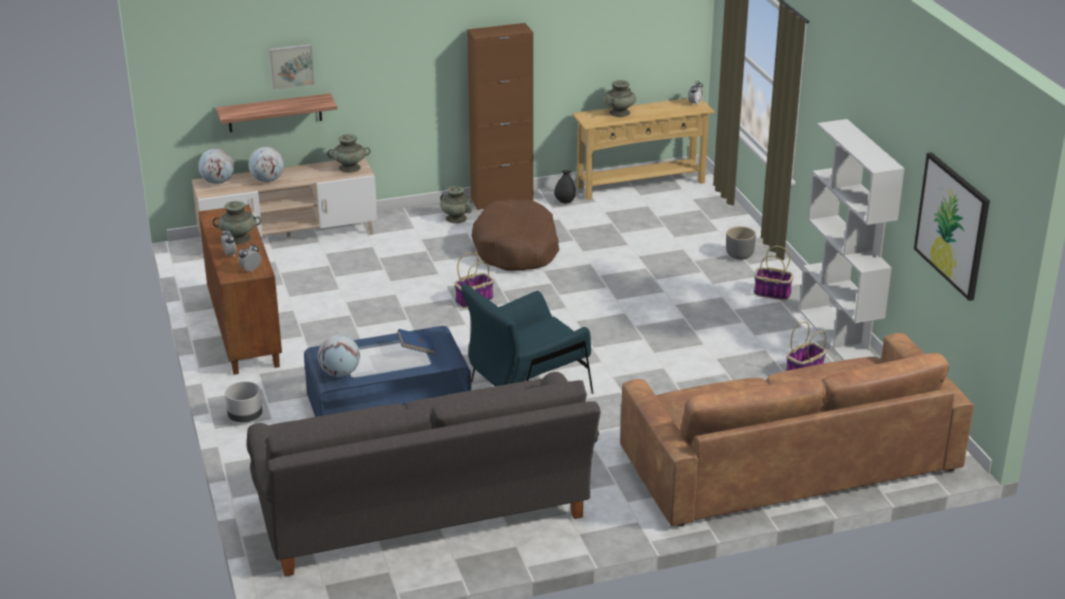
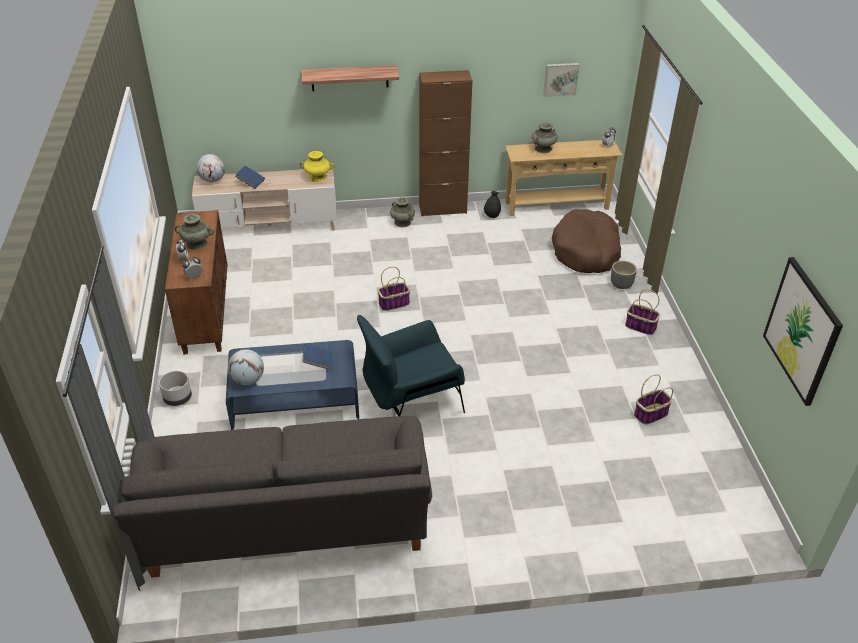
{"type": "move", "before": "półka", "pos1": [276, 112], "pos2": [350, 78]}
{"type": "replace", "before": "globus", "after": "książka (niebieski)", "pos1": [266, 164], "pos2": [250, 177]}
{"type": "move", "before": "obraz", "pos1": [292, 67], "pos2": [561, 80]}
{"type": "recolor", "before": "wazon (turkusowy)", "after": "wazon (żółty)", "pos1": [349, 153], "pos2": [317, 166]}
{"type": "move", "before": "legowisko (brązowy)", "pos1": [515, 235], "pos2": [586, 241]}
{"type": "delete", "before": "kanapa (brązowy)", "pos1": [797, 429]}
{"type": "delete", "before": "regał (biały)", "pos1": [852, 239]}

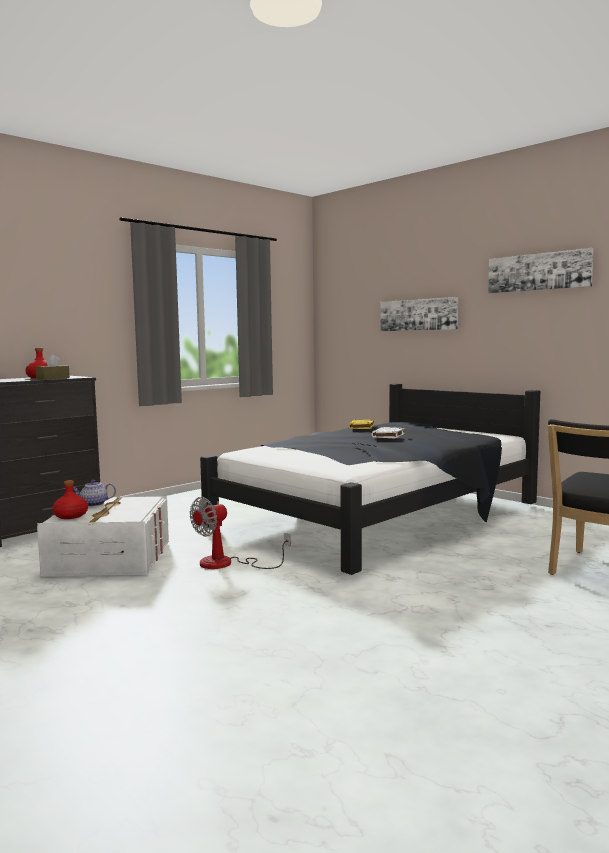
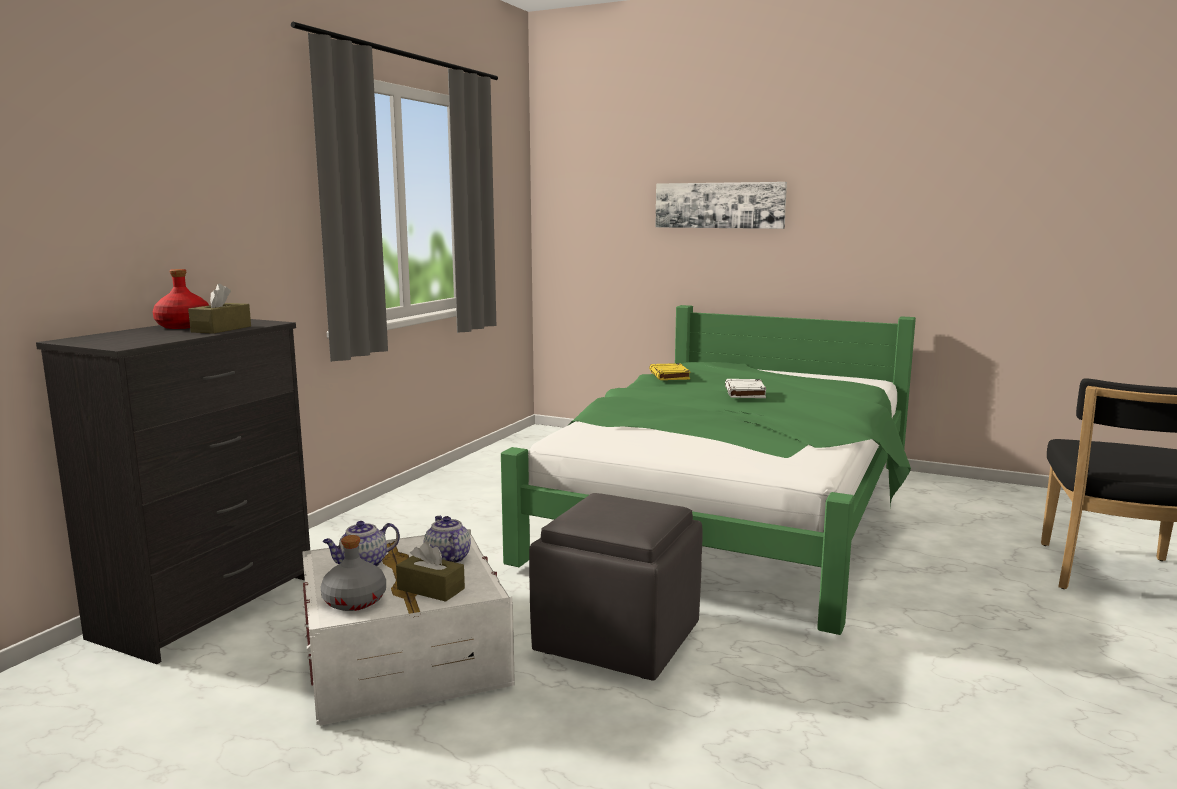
{"type": "recolor", "before": "butelka (czerwony)", "after": "butelka (szary)", "pos1": [70, 499], "pos2": [353, 573]}
{"type": "replace", "before": "wentylator", "after": "pufa (szary)", "pos1": [240, 533], "pos2": [615, 587]}
{"type": "recolor", "before": "łóżko (czarny)", "after": "łóżko (zielony)", "pos1": [370, 479], "pos2": [708, 470]}
{"type": "delete", "before": "obraz", "pos1": [541, 270]}
{"type": "insert", "after": "pudełko chusteczek (brązowy)", "pos2": [430, 571]}
{"type": "insert", "after": "imbryk", "pos2": [447, 539]}

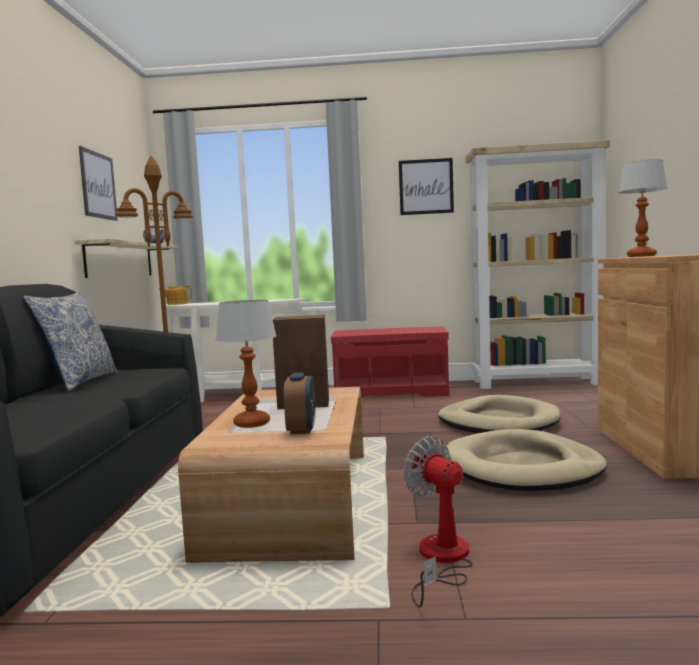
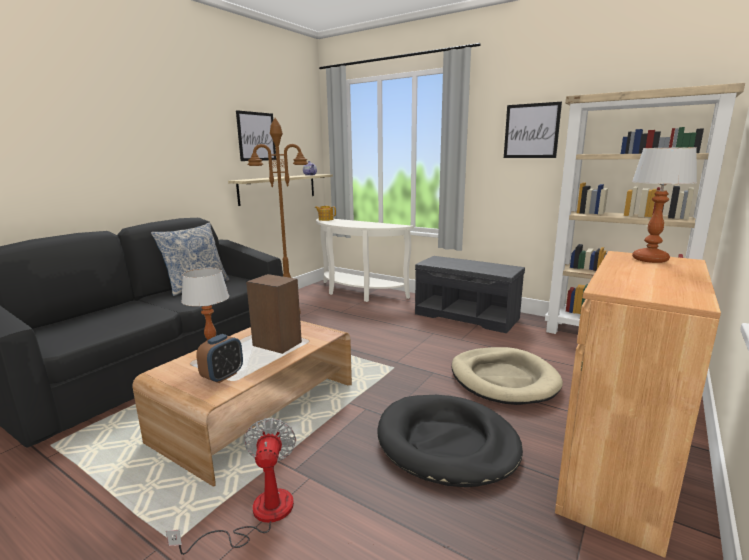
{"type": "recolor", "before": "ławka (czerwony)", "after": "ławka (szary)", "pos1": [390, 362], "pos2": [470, 294]}
{"type": "recolor", "before": "legowisko (beżowy)", "after": "legowisko (czarny)", "pos1": [525, 460], "pos2": [450, 441]}

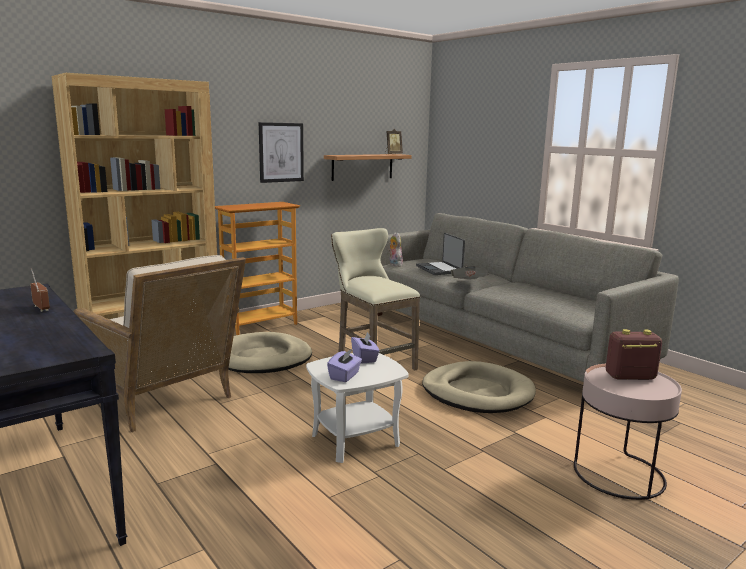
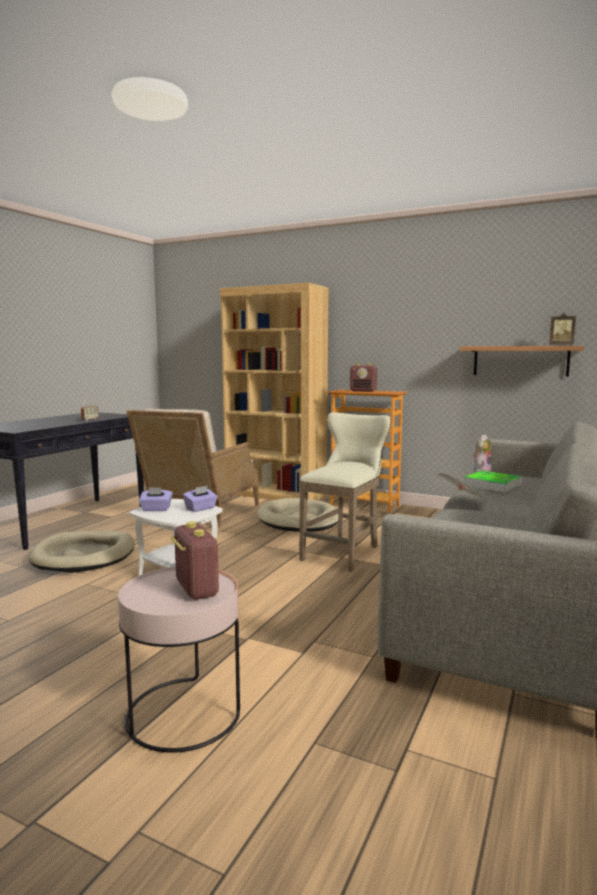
{"type": "delete", "before": "obraz", "pos1": [281, 152]}
{"type": "replace", "before": "laptop", "after": "taca", "pos1": [440, 254], "pos2": [492, 481]}
{"type": "move", "before": "legowisko (beżowy)", "pos1": [479, 387], "pos2": [82, 552]}
{"type": "insert", "after": "radio", "pos2": [363, 377]}

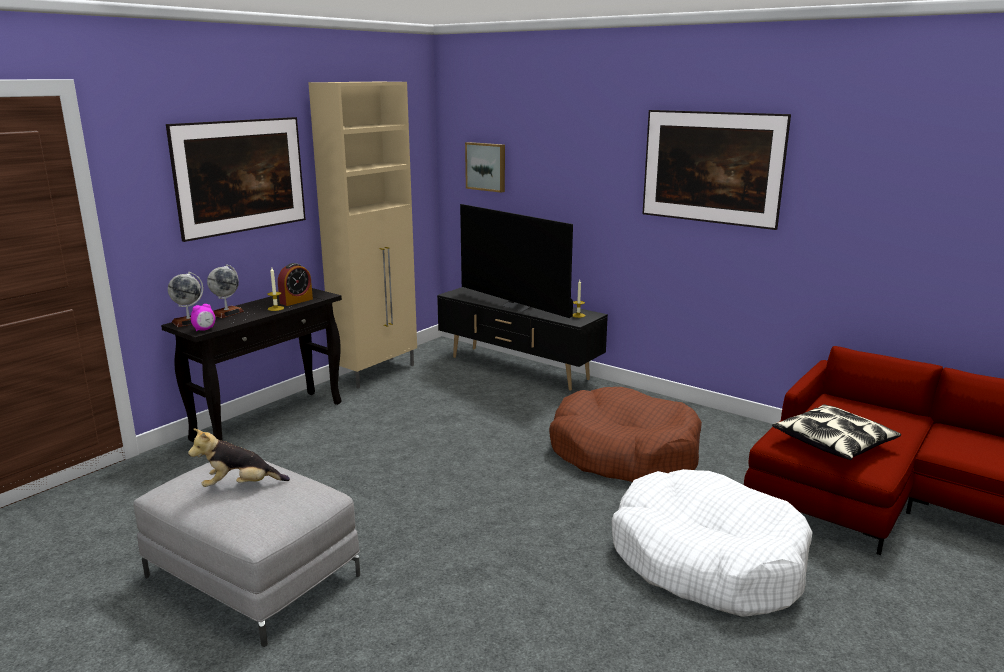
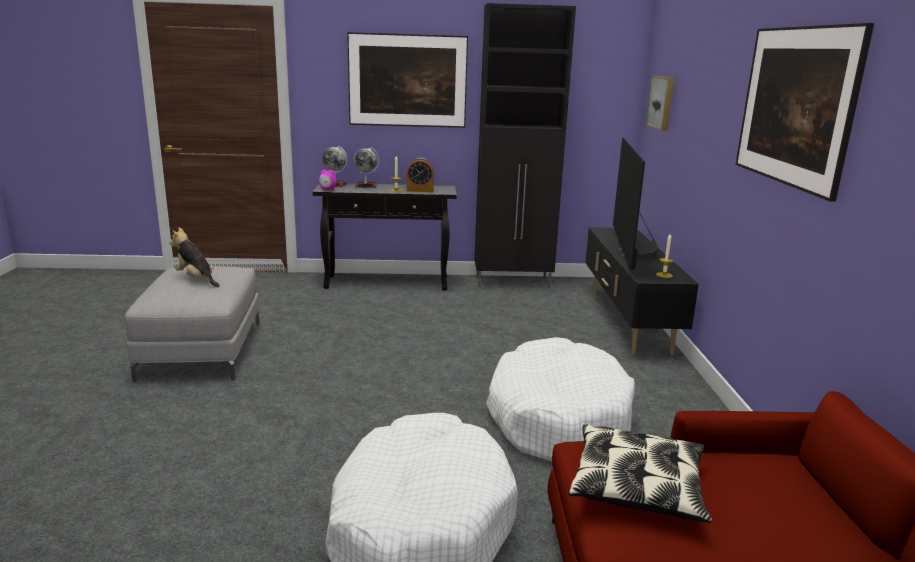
{"type": "recolor", "before": "szafka (beżowy)", "after": "szafka (czarny)", "pos1": [362, 235], "pos2": [525, 145]}
{"type": "recolor", "before": "legowisko (brązowy)", "after": "legowisko (biały)", "pos1": [625, 434], "pos2": [560, 399]}

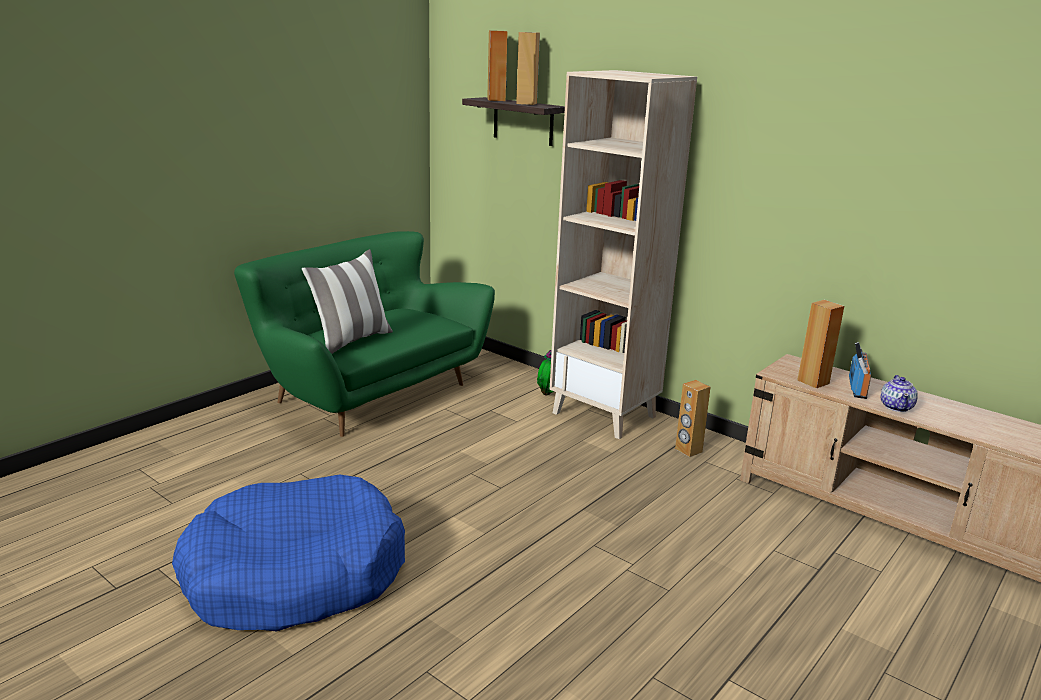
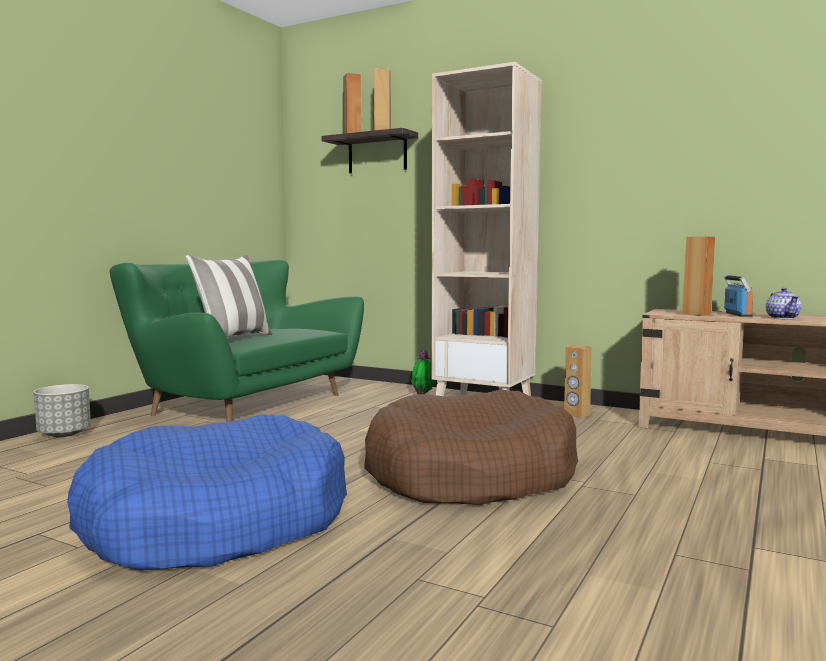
{"type": "insert", "after": "donica (szary)", "pos2": [62, 410]}
{"type": "insert", "after": "legowisko (brązowy)", "pos2": [471, 447]}

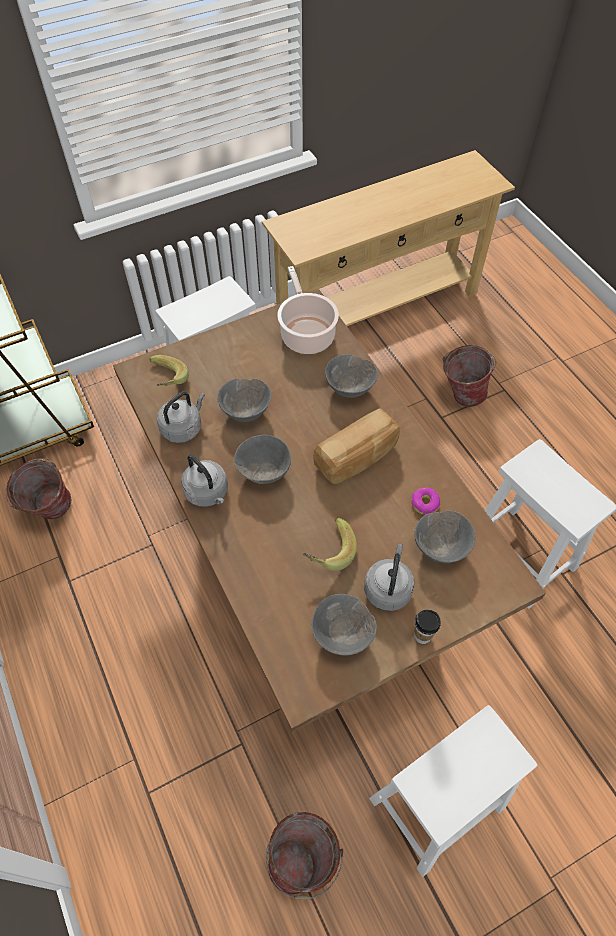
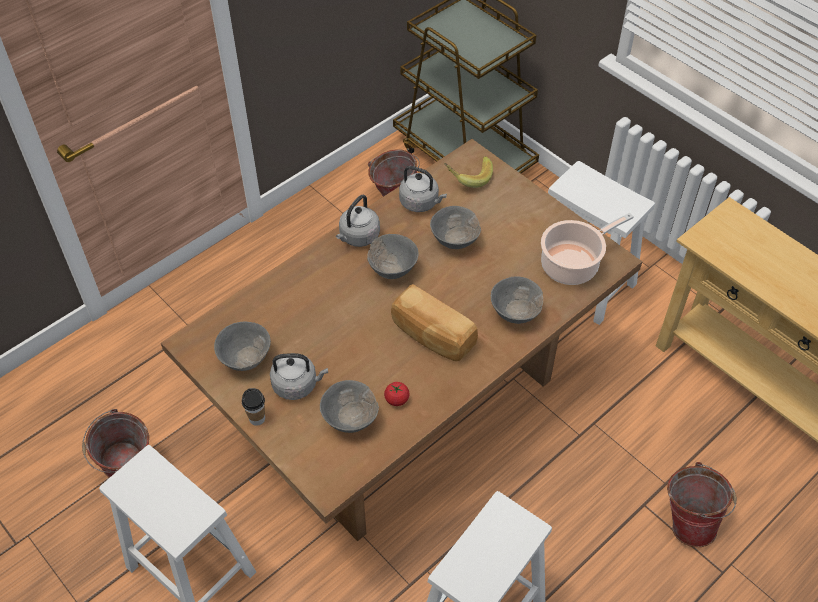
{"type": "delete", "before": "banan", "pos1": [330, 544]}
{"type": "replace", "before": "donut", "after": "pomidor", "pos1": [426, 501], "pos2": [396, 394]}

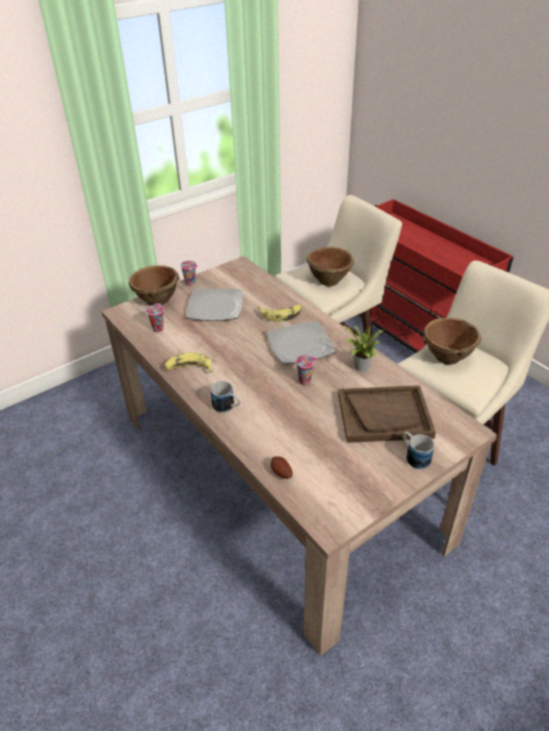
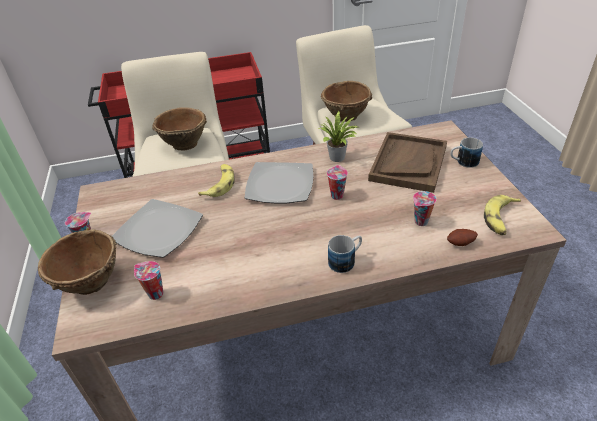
{"type": "move", "before": "banan", "pos1": [188, 362], "pos2": [502, 215]}
{"type": "insert", "after": "filiżanka", "pos2": [425, 208]}

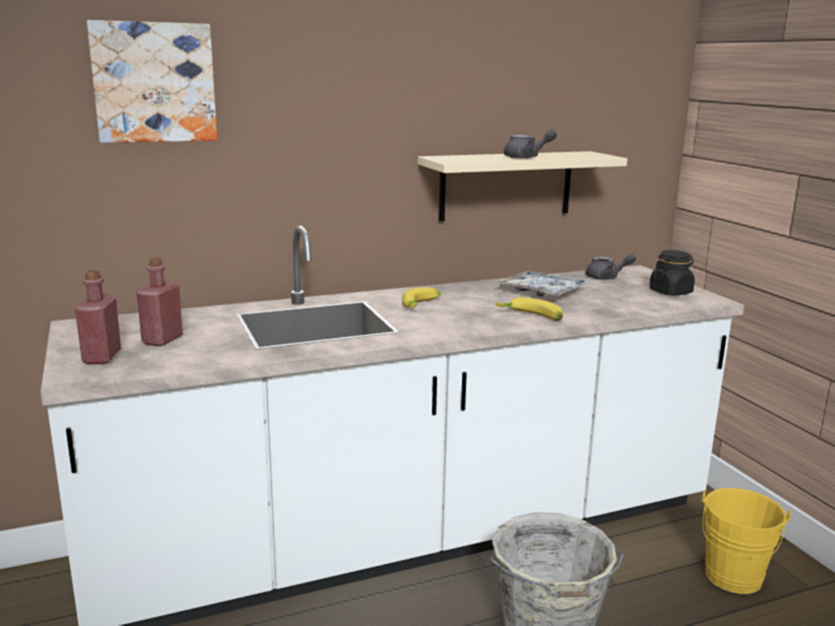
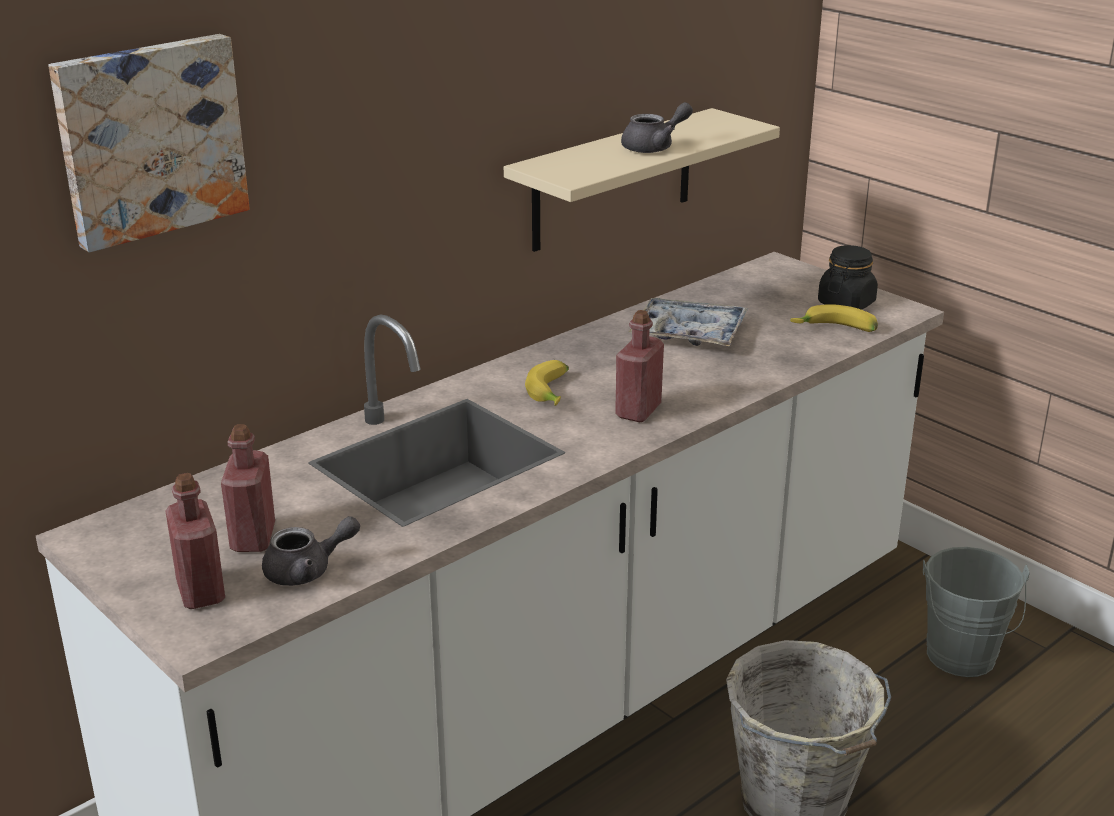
{"type": "move", "before": "banan", "pos1": [529, 309], "pos2": [834, 318]}
{"type": "move", "before": "imbryk (szary)", "pos1": [611, 266], "pos2": [311, 551]}
{"type": "recolor", "before": "wiadro (żółty)", "after": "wiadro (szary)", "pos1": [746, 541], "pos2": [976, 612]}
{"type": "insert", "after": "butelka (czerwony)", "pos2": [639, 366]}

